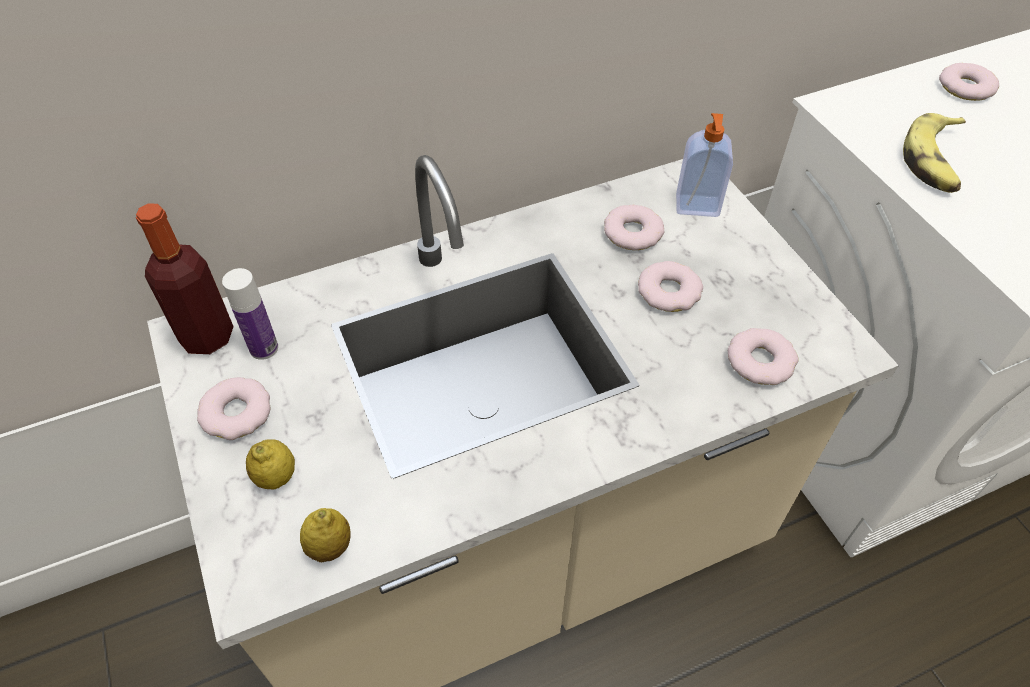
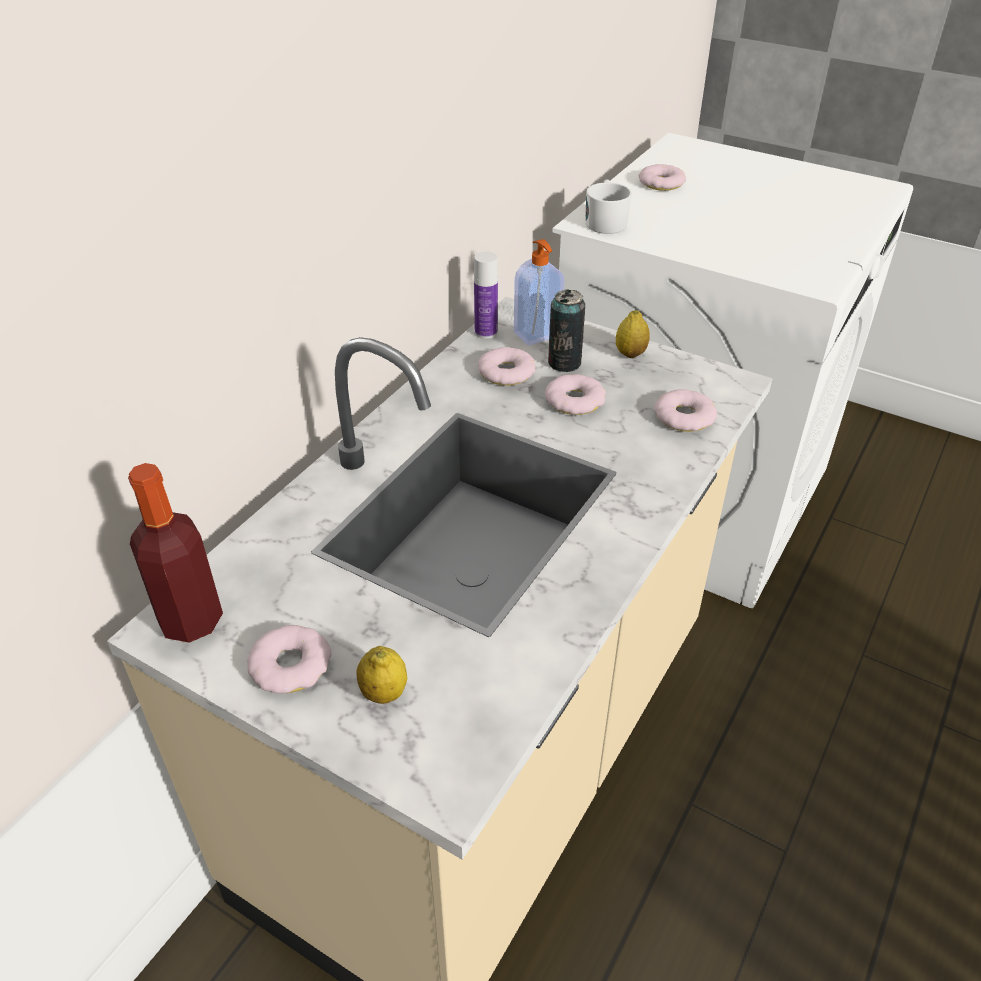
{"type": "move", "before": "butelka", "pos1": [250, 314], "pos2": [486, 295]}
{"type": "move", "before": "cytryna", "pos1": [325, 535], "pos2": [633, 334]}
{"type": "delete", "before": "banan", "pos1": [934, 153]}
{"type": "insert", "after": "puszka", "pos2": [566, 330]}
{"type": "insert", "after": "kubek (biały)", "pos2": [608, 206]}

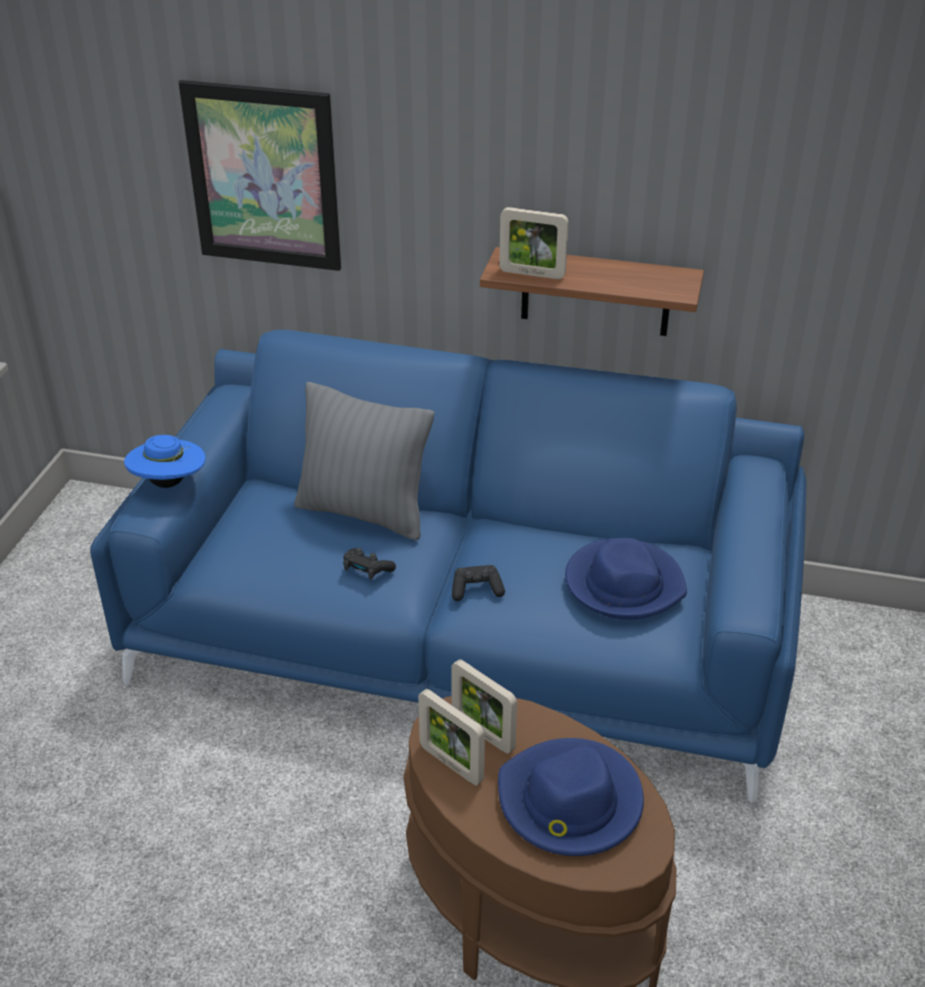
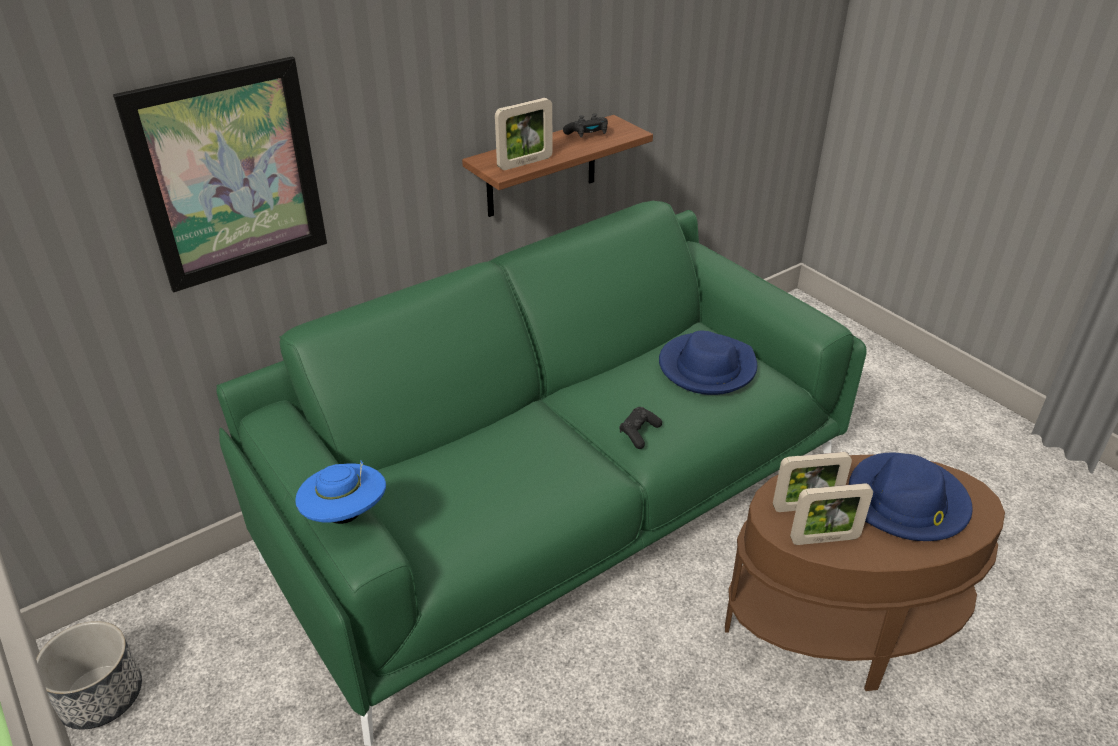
{"type": "recolor", "before": "kanapa (niebieski)", "after": "kanapa (zielony)", "pos1": [448, 566], "pos2": [541, 473]}
{"type": "delete", "before": "poduszka (szary)", "pos1": [364, 461]}
{"type": "move", "before": "pad do gier (czarny)", "pos1": [369, 564], "pos2": [585, 125]}
{"type": "insert", "after": "donica", "pos2": [89, 675]}

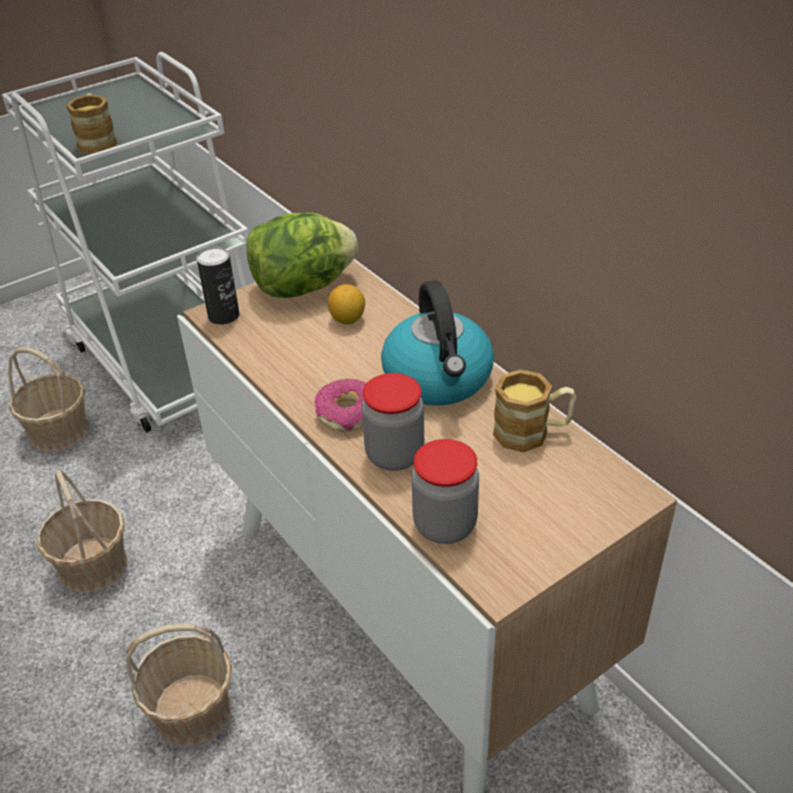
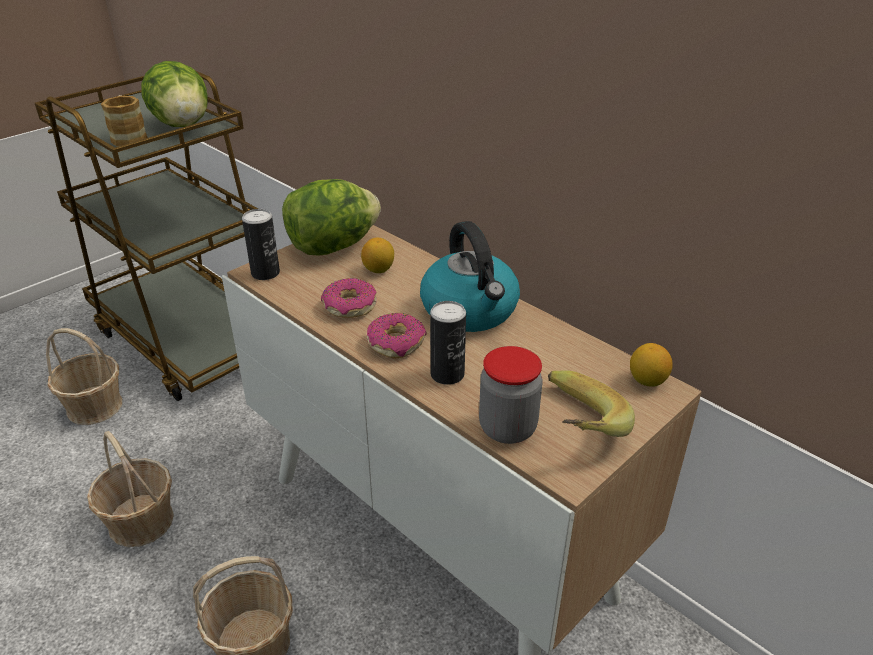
{"type": "recolor", "before": "wózek (biały)", "after": "wózek (brązowy)", "pos1": [125, 242], "pos2": [146, 236]}
{"type": "replace", "before": "słoik", "after": "puszka", "pos1": [393, 422], "pos2": [448, 343]}
{"type": "delete", "before": "kubek", "pos1": [534, 410]}
{"type": "insert", "after": "sałata", "pos2": [174, 94]}
{"type": "insert", "after": "donut", "pos2": [349, 298]}
{"type": "insert", "after": "banan", "pos2": [591, 403]}
{"type": "insert", "after": "cytryna", "pos2": [651, 365]}

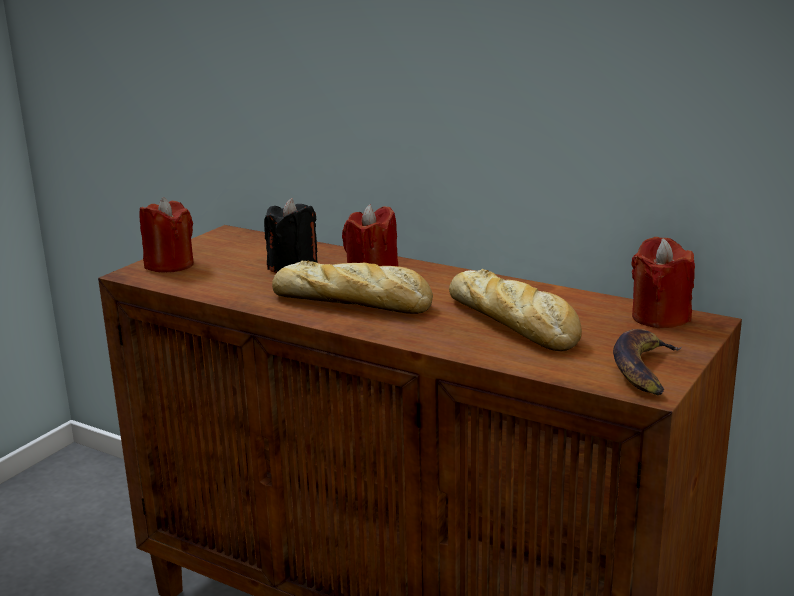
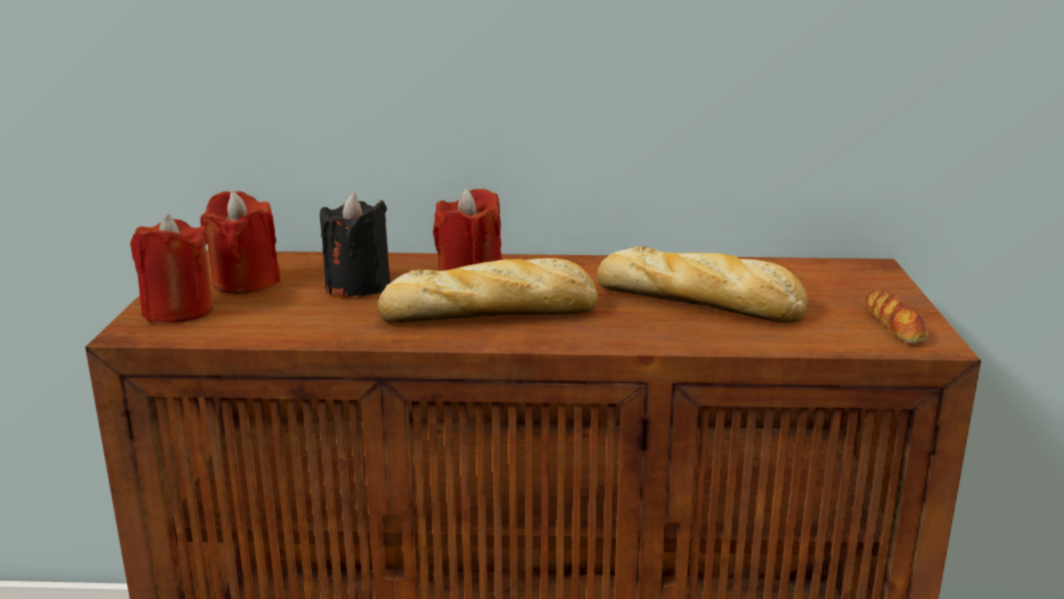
{"type": "replace", "before": "banan", "after": "chleb", "pos1": [647, 362], "pos2": [897, 316]}
{"type": "move", "before": "świeca (czerwony)", "pos1": [663, 282], "pos2": [240, 242]}

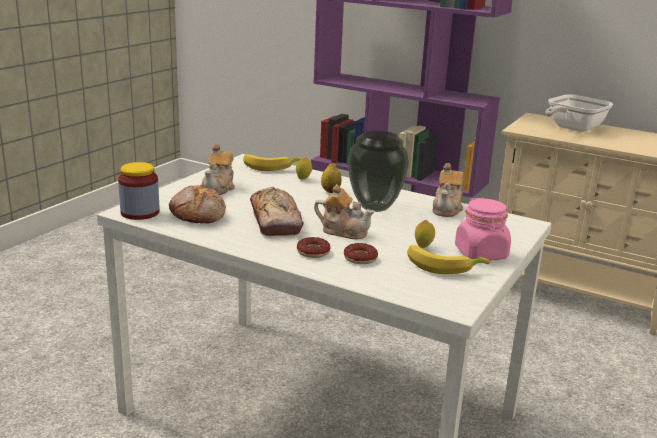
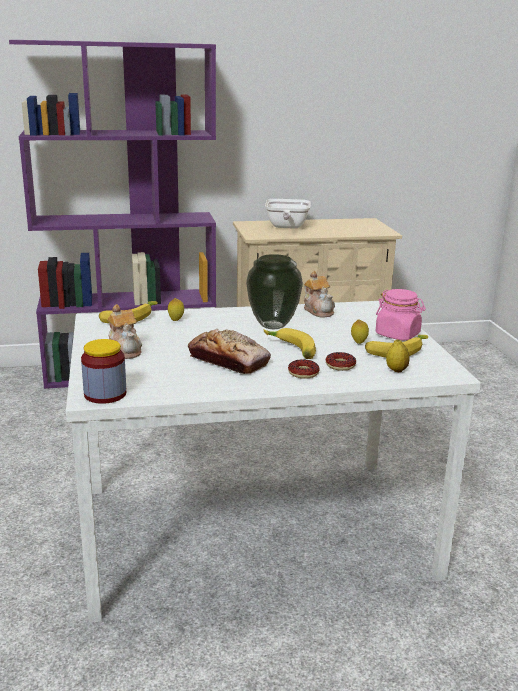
{"type": "delete", "before": "chleb", "pos1": [197, 204]}
{"type": "replace", "before": "imbryk", "after": "banan", "pos1": [344, 211], "pos2": [290, 343]}
{"type": "move", "before": "cytryna", "pos1": [331, 178], "pos2": [398, 356]}

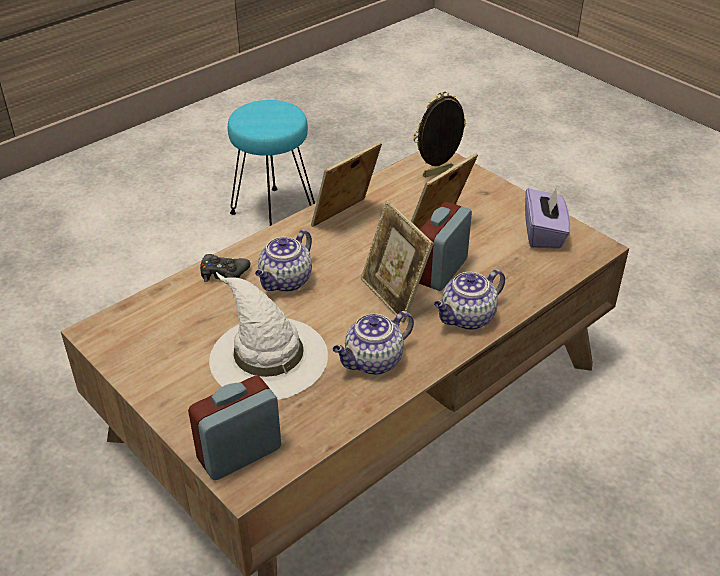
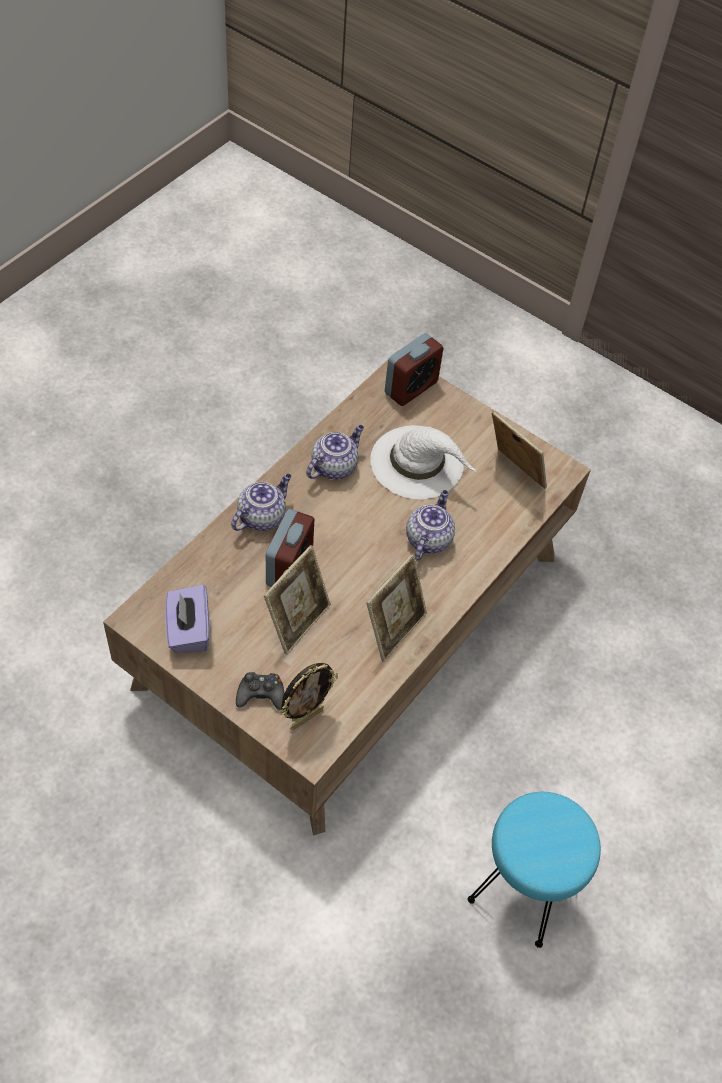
{"type": "move", "before": "pad do gier (czarny)", "pos1": [225, 268], "pos2": [260, 691]}
{"type": "move", "before": "ramka na zdjęcie", "pos1": [397, 262], "pos2": [519, 450]}

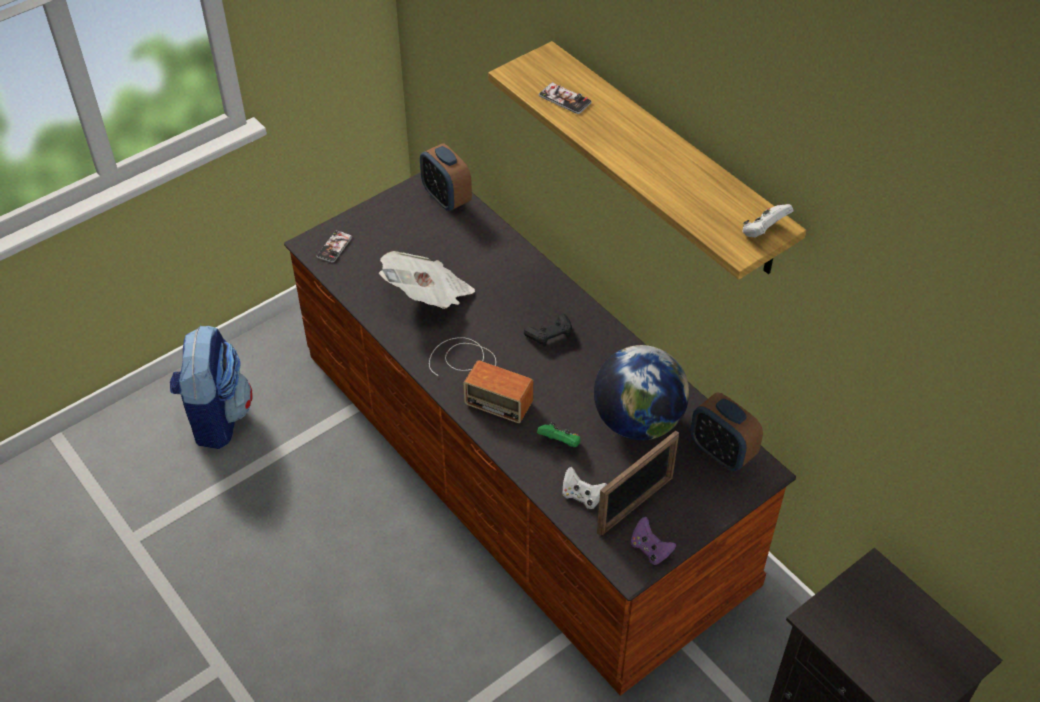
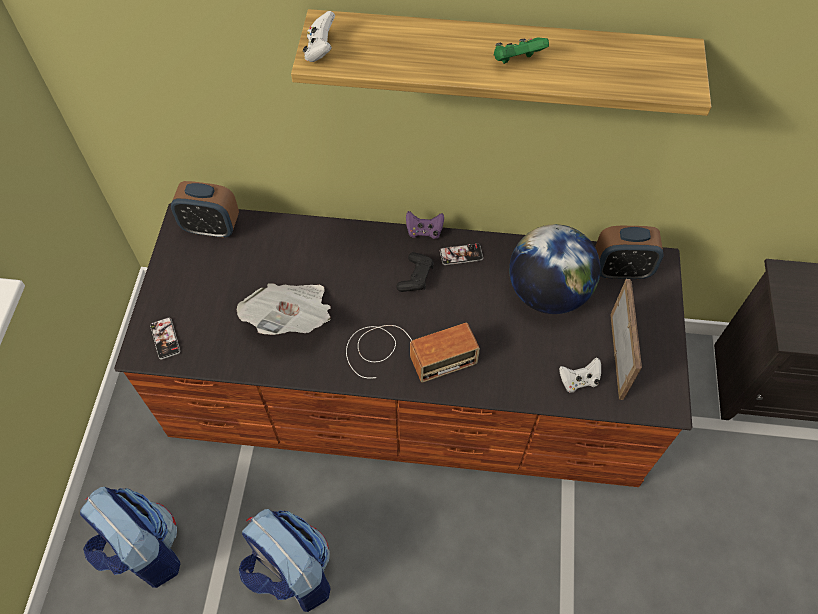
{"type": "move", "before": "pad do gier (zielony)", "pos1": [559, 434], "pos2": [521, 50]}
{"type": "move", "before": "telefon", "pos1": [565, 98], "pos2": [461, 254]}
{"type": "move", "before": "pad do gier (fioletowy)", "pos1": [653, 541], "pos2": [425, 225]}
{"type": "move", "before": "pad do gier (biały)", "pos1": [767, 221], "pos2": [319, 36]}
{"type": "insert", "after": "plecak", "pos2": [285, 560]}

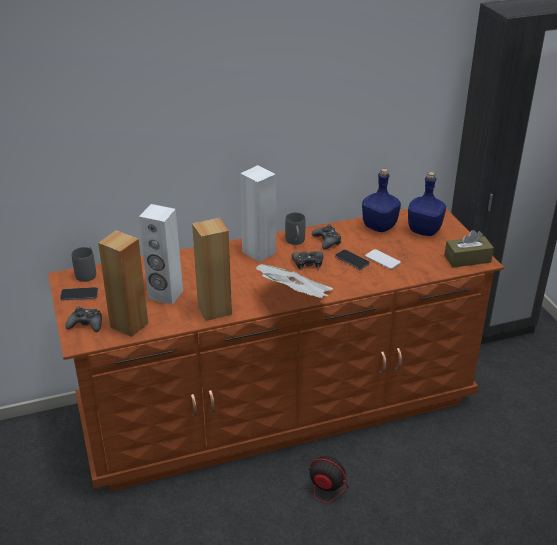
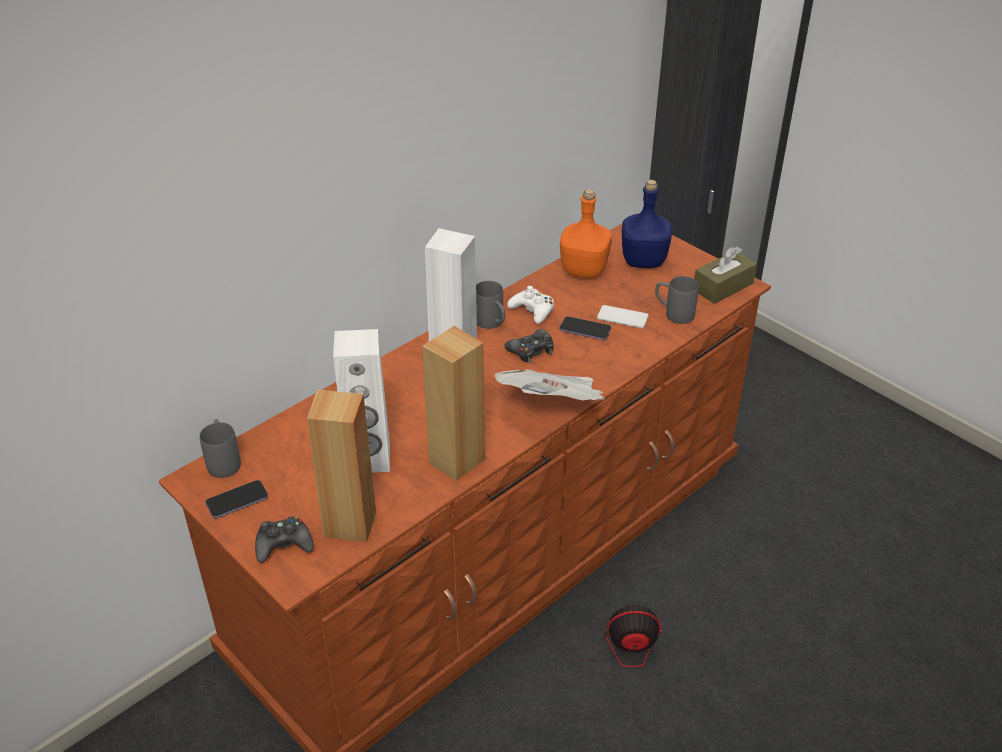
{"type": "recolor", "before": "pad do gier (czarny)", "after": "pad do gier (biały)", "pos1": [326, 236], "pos2": [530, 305]}
{"type": "recolor", "before": "butelka (niebieski)", "after": "butelka (pomarańczowy)", "pos1": [381, 200], "pos2": [586, 233]}
{"type": "insert", "after": "kubek (szary)", "pos2": [677, 300]}

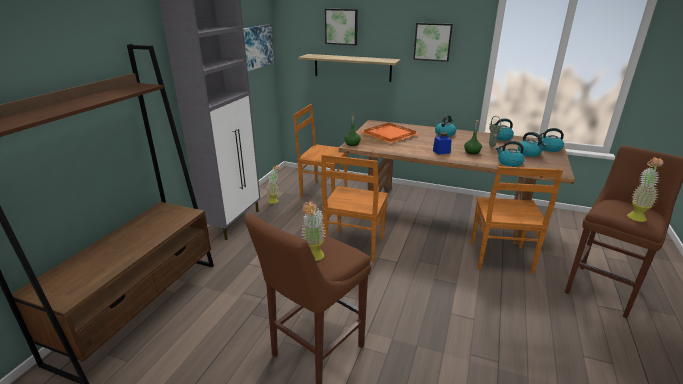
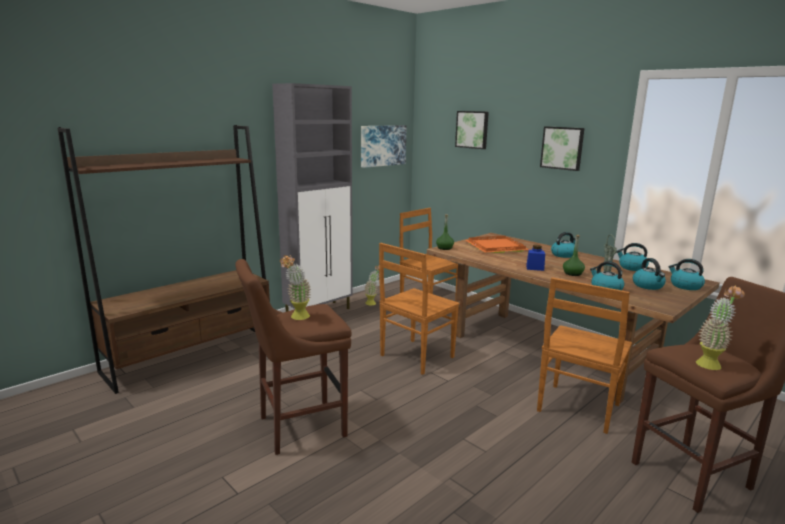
{"type": "delete", "before": "półka", "pos1": [349, 68]}

